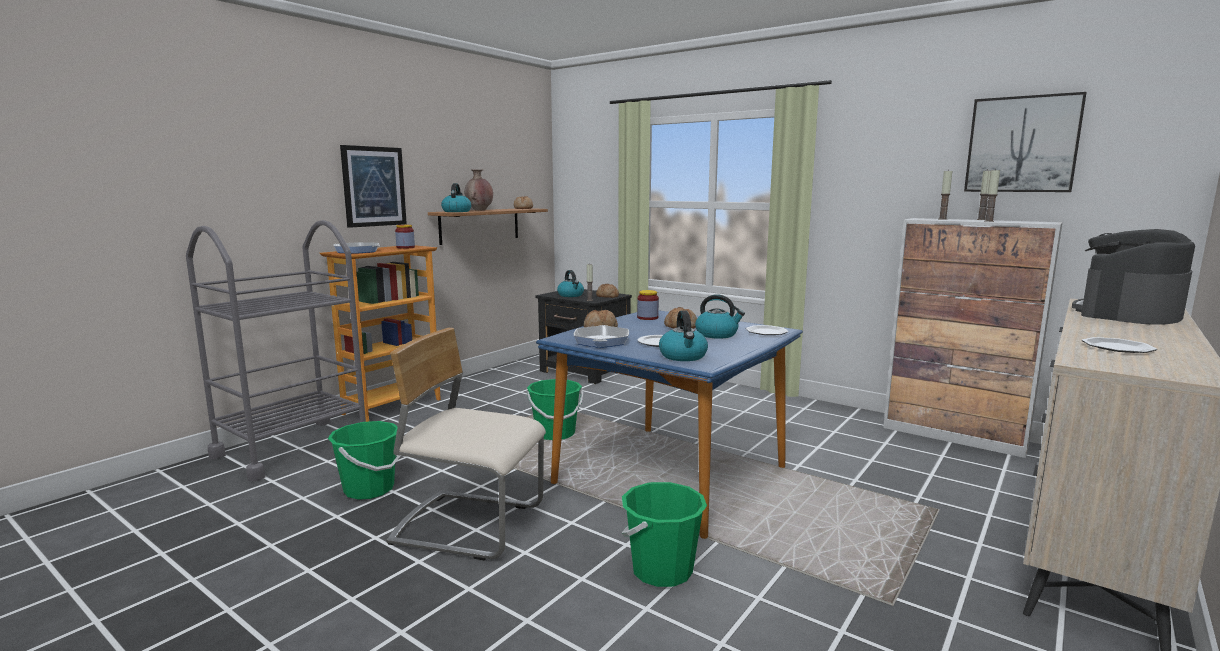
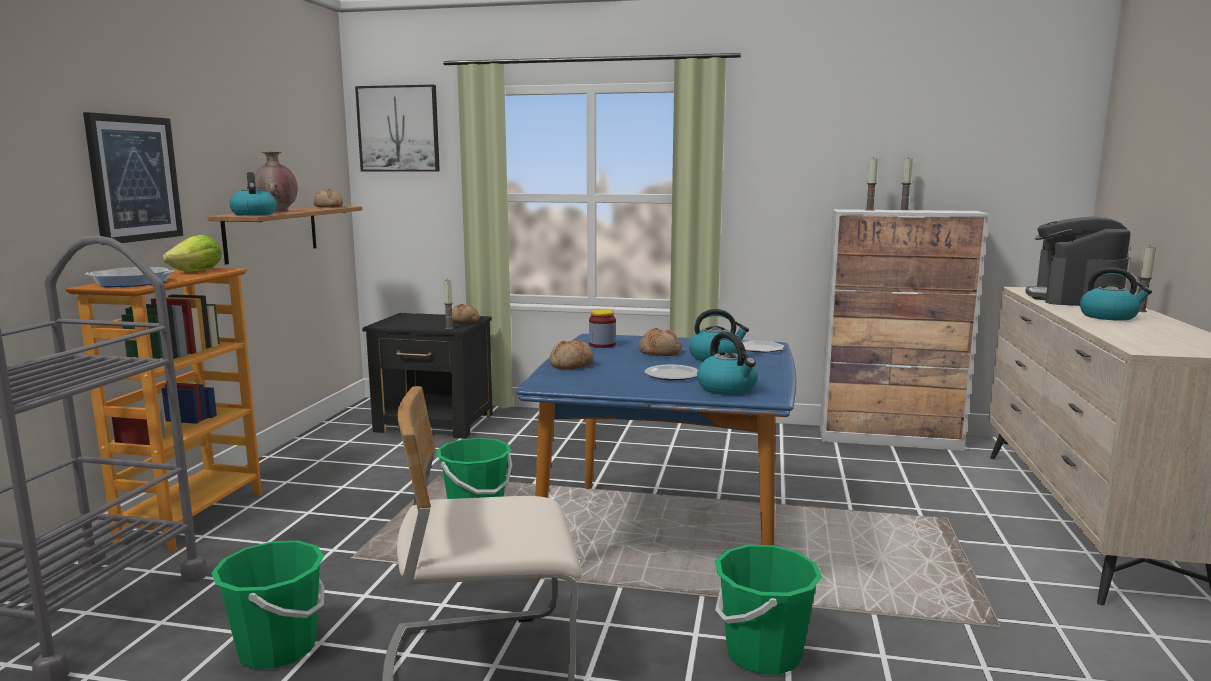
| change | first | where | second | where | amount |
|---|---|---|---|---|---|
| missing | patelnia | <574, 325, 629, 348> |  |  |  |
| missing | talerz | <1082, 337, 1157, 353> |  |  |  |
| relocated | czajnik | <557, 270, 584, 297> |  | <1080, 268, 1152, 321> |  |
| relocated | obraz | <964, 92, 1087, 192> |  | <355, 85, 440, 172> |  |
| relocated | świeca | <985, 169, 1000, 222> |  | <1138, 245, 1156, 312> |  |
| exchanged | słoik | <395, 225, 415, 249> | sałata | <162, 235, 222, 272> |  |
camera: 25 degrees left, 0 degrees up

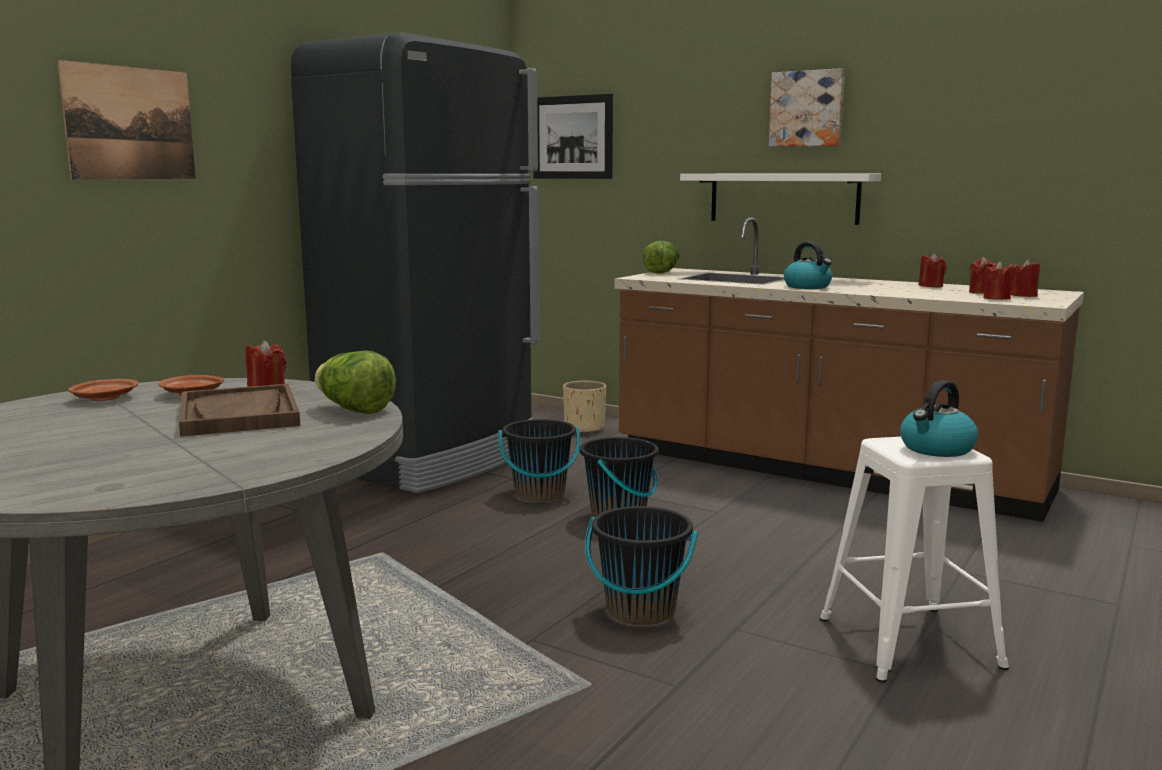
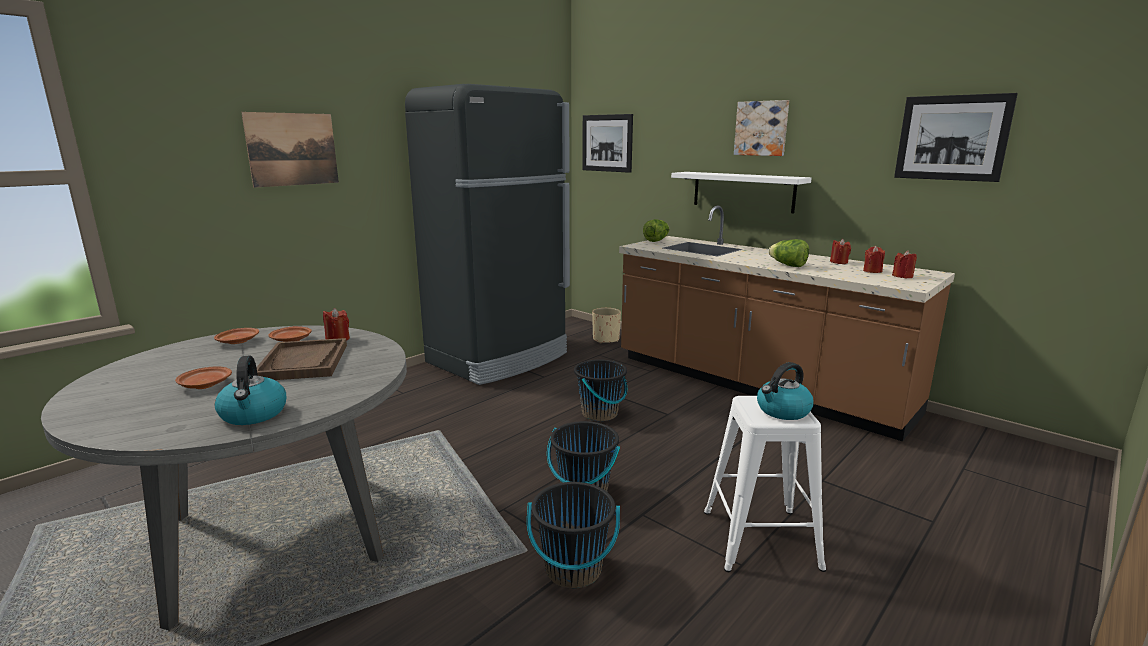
| change | first | where | second | where | amount |
|---|---|---|---|---|---|
| missing | świeca (czerwony) | <983, 261, 1013, 300> |  |  |  |
| appeared |  |  | talerz (brązowy) | <175, 366, 232, 389> |  |
| appeared |  |  | obraz | <894, 93, 1018, 182> |  |
| relocated | sałata | <315, 351, 396, 414> |  | <769, 239, 809, 267> |  |
| relocated | wiadro (czarny) | <498, 419, 580, 501> |  | <527, 482, 620, 588> |  |
| relocated | czajnik | <784, 242, 832, 289> |  | <215, 355, 286, 425> |  |
camera: 10 degrees right, 5 degrees up

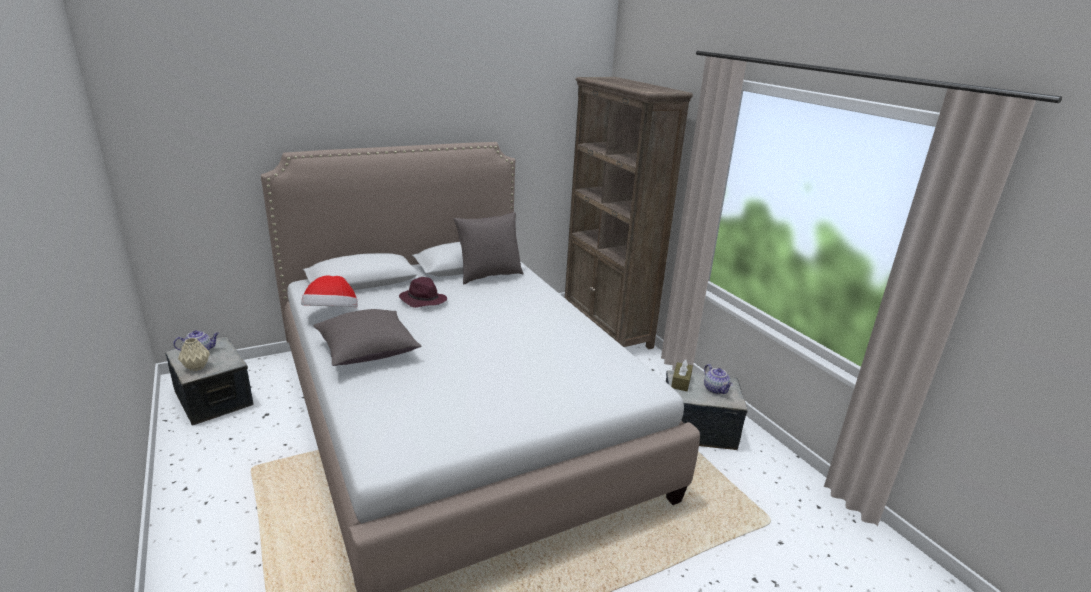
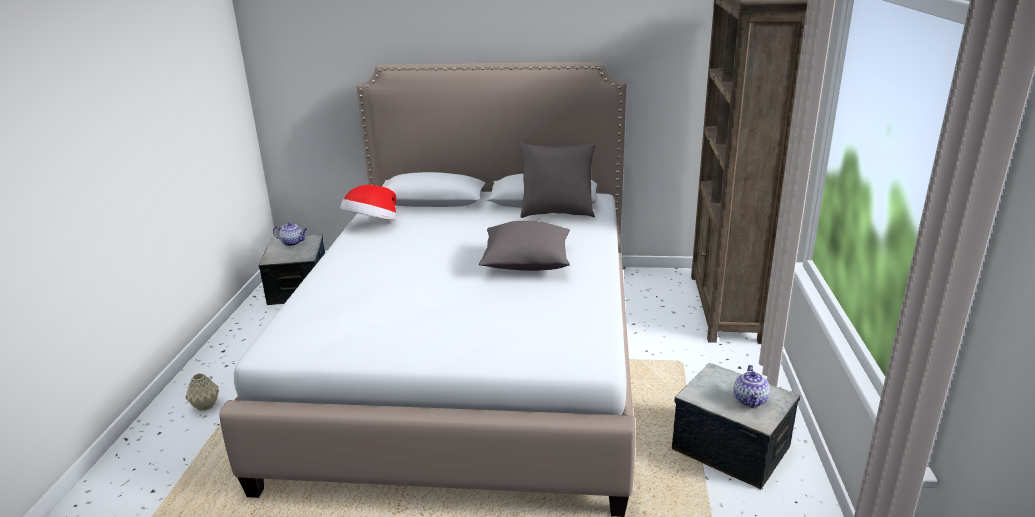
| change | first | where | second | where | amount |
|---|---|---|---|---|---|
| missing | kapelusz (fioletowy) | <399, 277, 447, 308> |  |  |  |
| missing | pudełko chusteczek (brązowy) | <671, 360, 693, 391> |  |  |  |
| relocated | wazon (beżowy) | <178, 338, 210, 371> |  | <185, 373, 219, 411> |  |
| relocated | poduszka (szary) | <313, 309, 421, 366> |  | <479, 221, 570, 271> |  |
camera: 35 degrees right, 0 degrees up

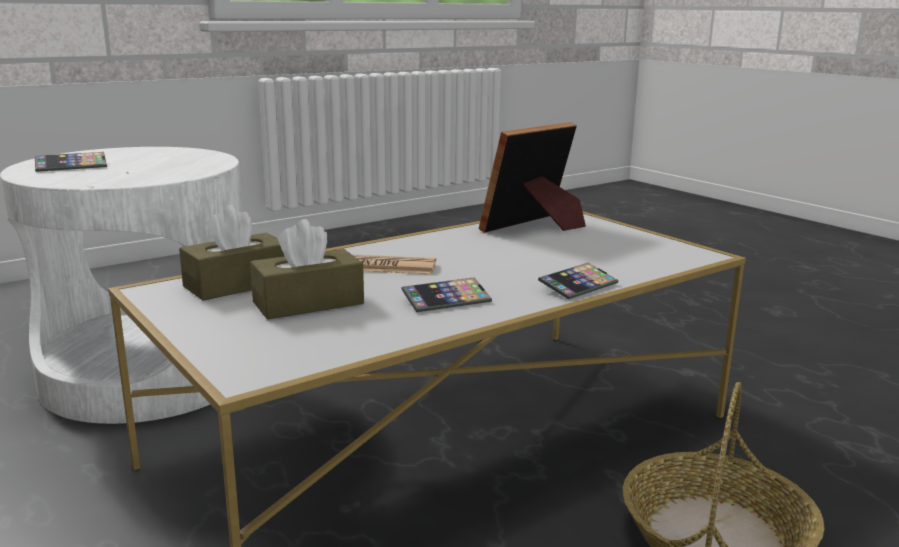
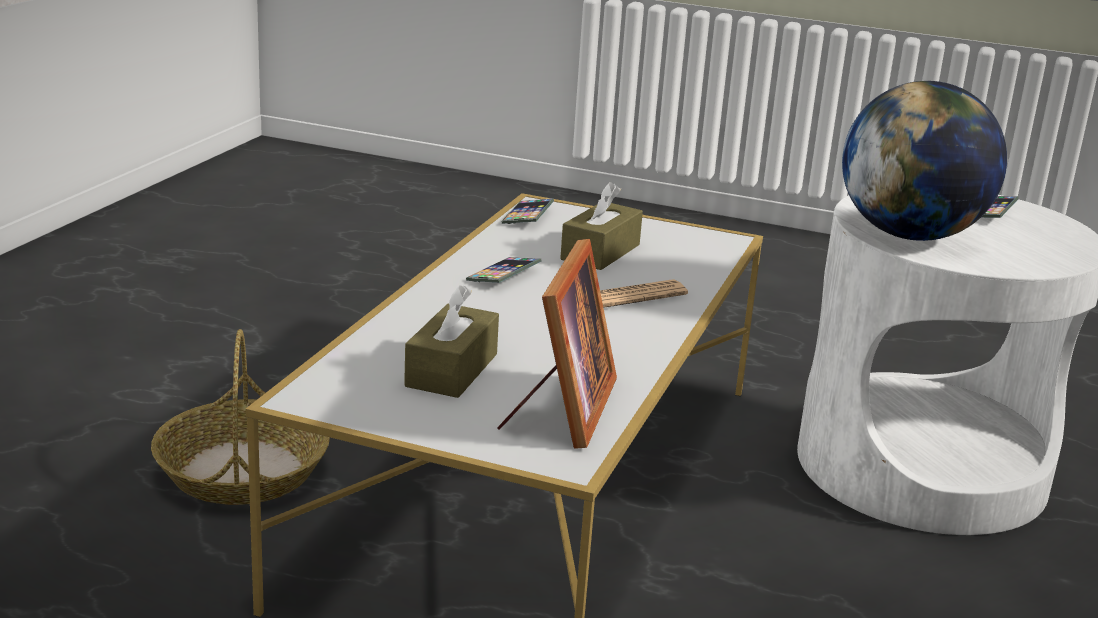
| change | first | where | second | where | amount |
|---|---|---|---|---|---|
| appeared |  |  | globus | <842, 81, 1007, 241> |  |
| relocated | pudełko chusteczek (brązowy) | <179, 205, 284, 301> |  | <404, 285, 499, 398> |  |
| relocated | telefon | <538, 263, 619, 299> |  | <501, 198, 554, 224> |  |
camera: 145 degrees right, 5 degrees up

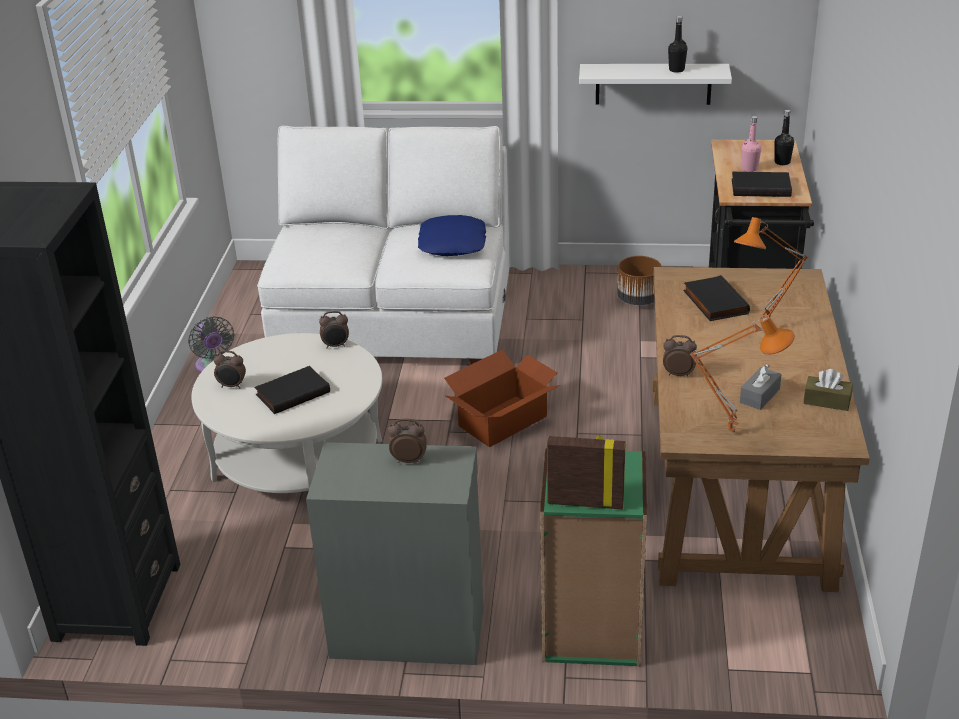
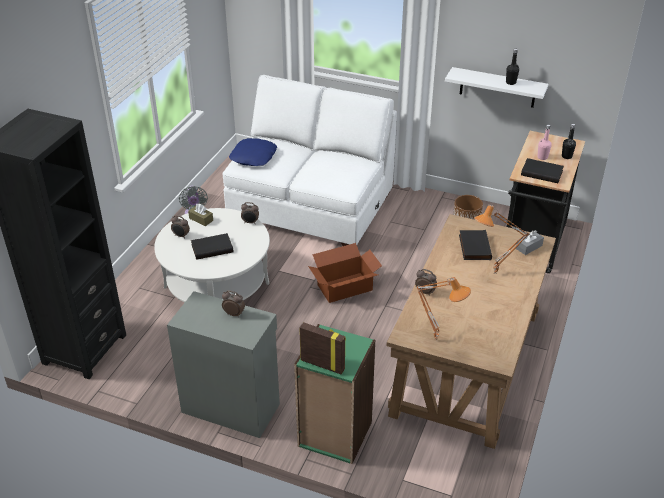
| change | first | where | second | where | amount |
|---|---|---|---|---|---|
| relocated | poduszka (niebieski) | <418, 215, 486, 256> |  | <229, 138, 277, 166> |  |
| relocated | pudełko chusteczek (szary) | <740, 364, 782, 410> |  | <516, 230, 544, 255> |  |
| relocated | pudełko chusteczek (brązowy) | <803, 369, 853, 411> |  | <188, 204, 213, 226> |  |
camera: 15 degrees right, 5 degrees up

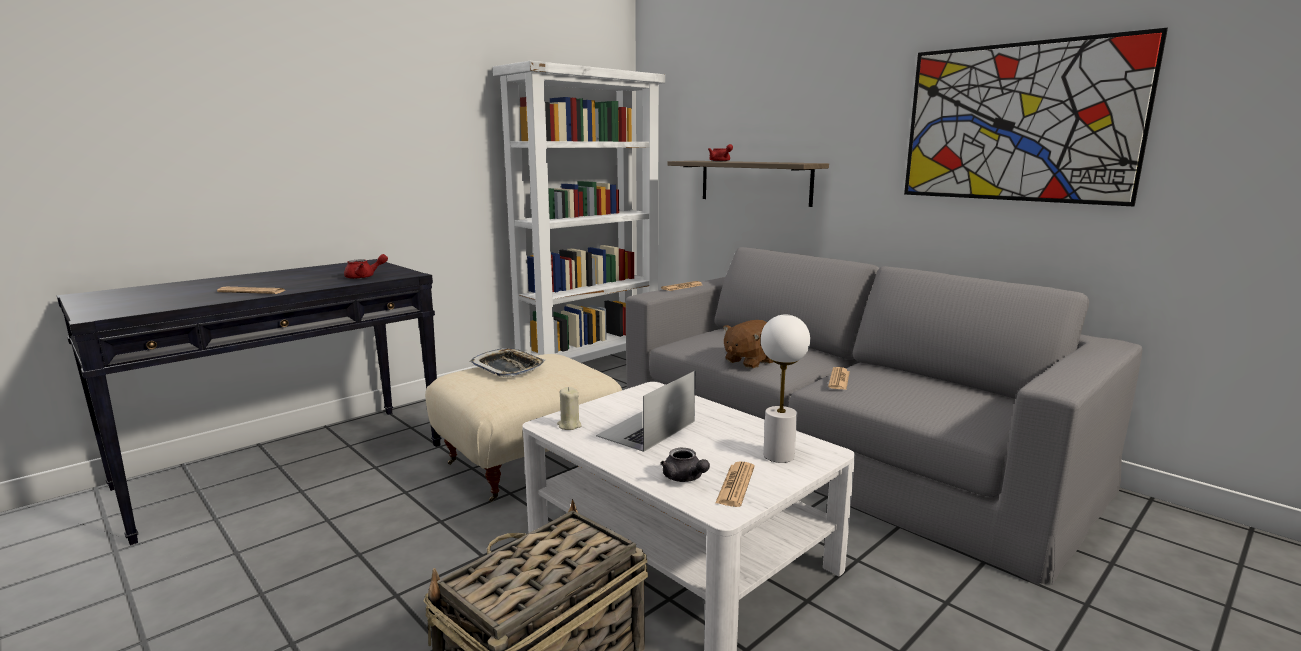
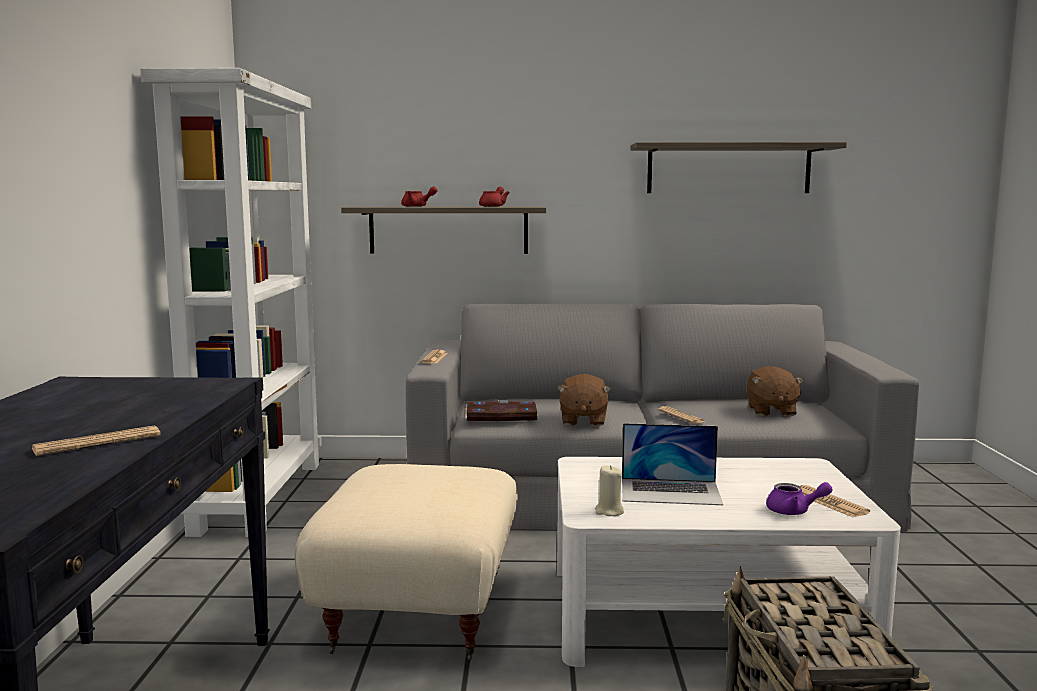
| change | first | where | second | where | amount |
|---|---|---|---|---|---|
| missing | taca | <470, 348, 545, 377> |  |  |  |
| missing | lampa stołowa (biały) | <761, 314, 810, 463> |  |  |  |
| appeared |  |  | książka | <465, 400, 538, 421> |  |
| appeared |  |  | pluszak (brązowy) | <747, 366, 804, 416> |  |
| relocated | imbryk (czerwony) | <344, 254, 388, 279> |  | <479, 187, 510, 207> |  |
| exchanged | obraz | <904, 28, 1168, 207> | półka | <631, 142, 847, 193> |  |
| colour | imbryk (szary) | <661, 448, 710, 482> | imbryk (fioletowy) | <766, 482, 833, 515> |  |
| spun | laptop | <596, 371, 695, 452> |  | <622, 423, 723, 505> | 75 degrees counterclockwise |
camera: 45 degrees left, 5 degrees down

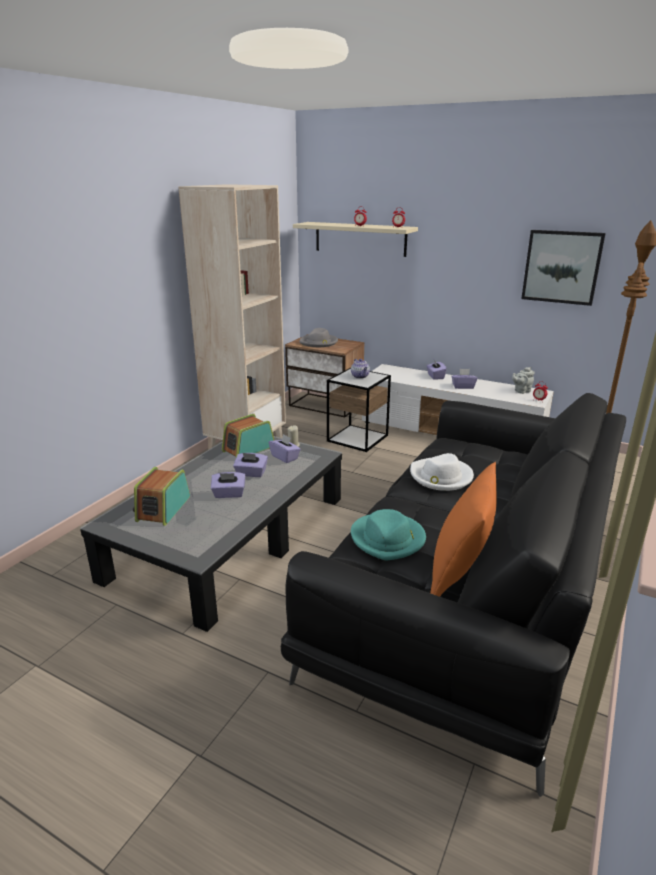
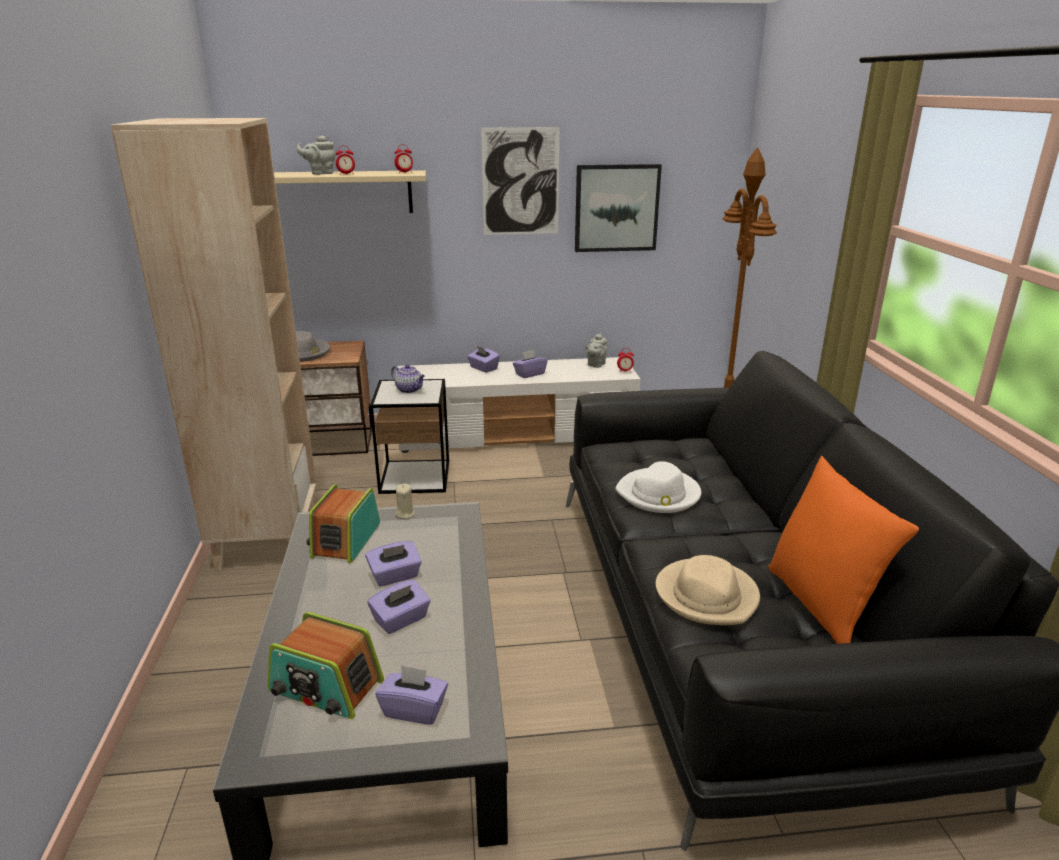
| change | first | where | second | where | amount |
|---|---|---|---|---|---|
| appeared |  |  | imbryk (szary) | <296, 135, 335, 175> |  |
| appeared |  |  | obraz | <481, 127, 559, 235> |  |
| relocated | pudełko chusteczek (fioletowy) | <269, 434, 301, 463> |  | <376, 665, 448, 725> |  |
| colour | kapelusz (turkusowy) | <351, 509, 426, 561> | kapelusz (beżowy) | <656, 555, 760, 625> |  |
| spun | radio | <133, 467, 190, 526> |  | <268, 612, 384, 719> | 45 degrees counterclockwise |
camera: 35 degrees left, 0 degrees up

